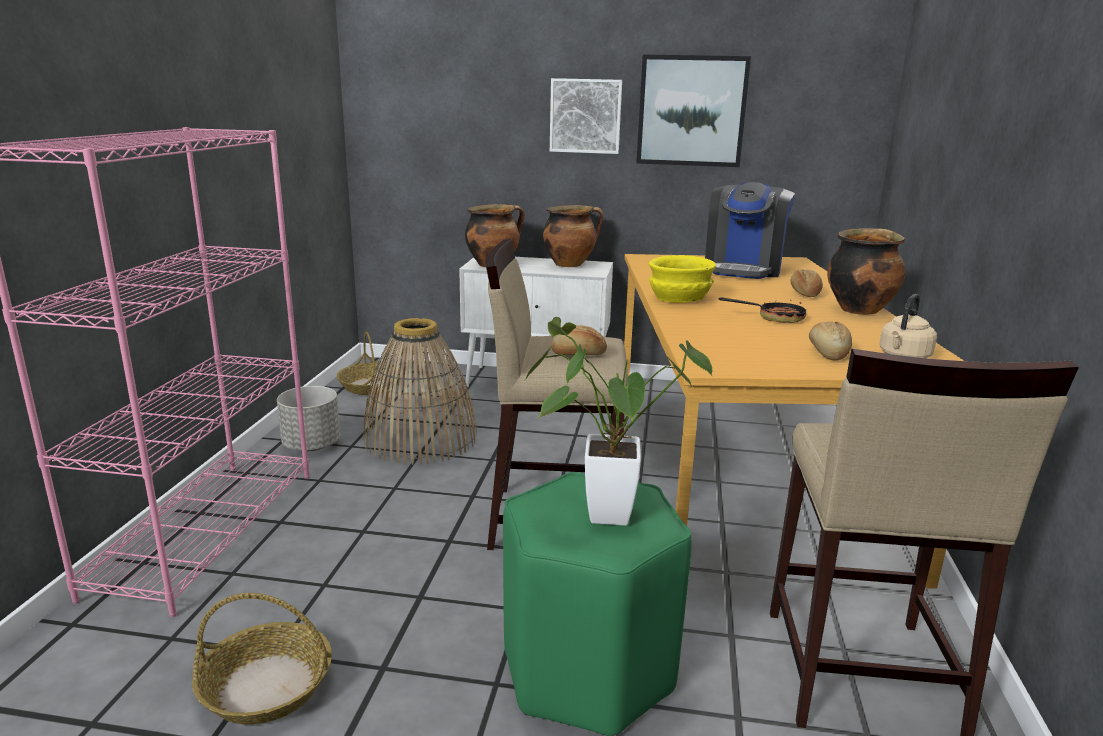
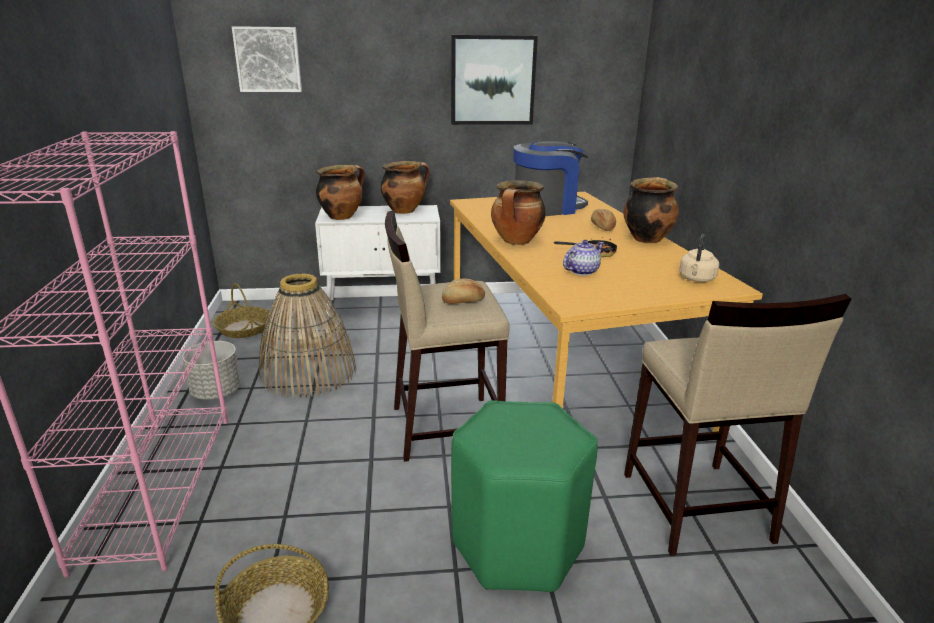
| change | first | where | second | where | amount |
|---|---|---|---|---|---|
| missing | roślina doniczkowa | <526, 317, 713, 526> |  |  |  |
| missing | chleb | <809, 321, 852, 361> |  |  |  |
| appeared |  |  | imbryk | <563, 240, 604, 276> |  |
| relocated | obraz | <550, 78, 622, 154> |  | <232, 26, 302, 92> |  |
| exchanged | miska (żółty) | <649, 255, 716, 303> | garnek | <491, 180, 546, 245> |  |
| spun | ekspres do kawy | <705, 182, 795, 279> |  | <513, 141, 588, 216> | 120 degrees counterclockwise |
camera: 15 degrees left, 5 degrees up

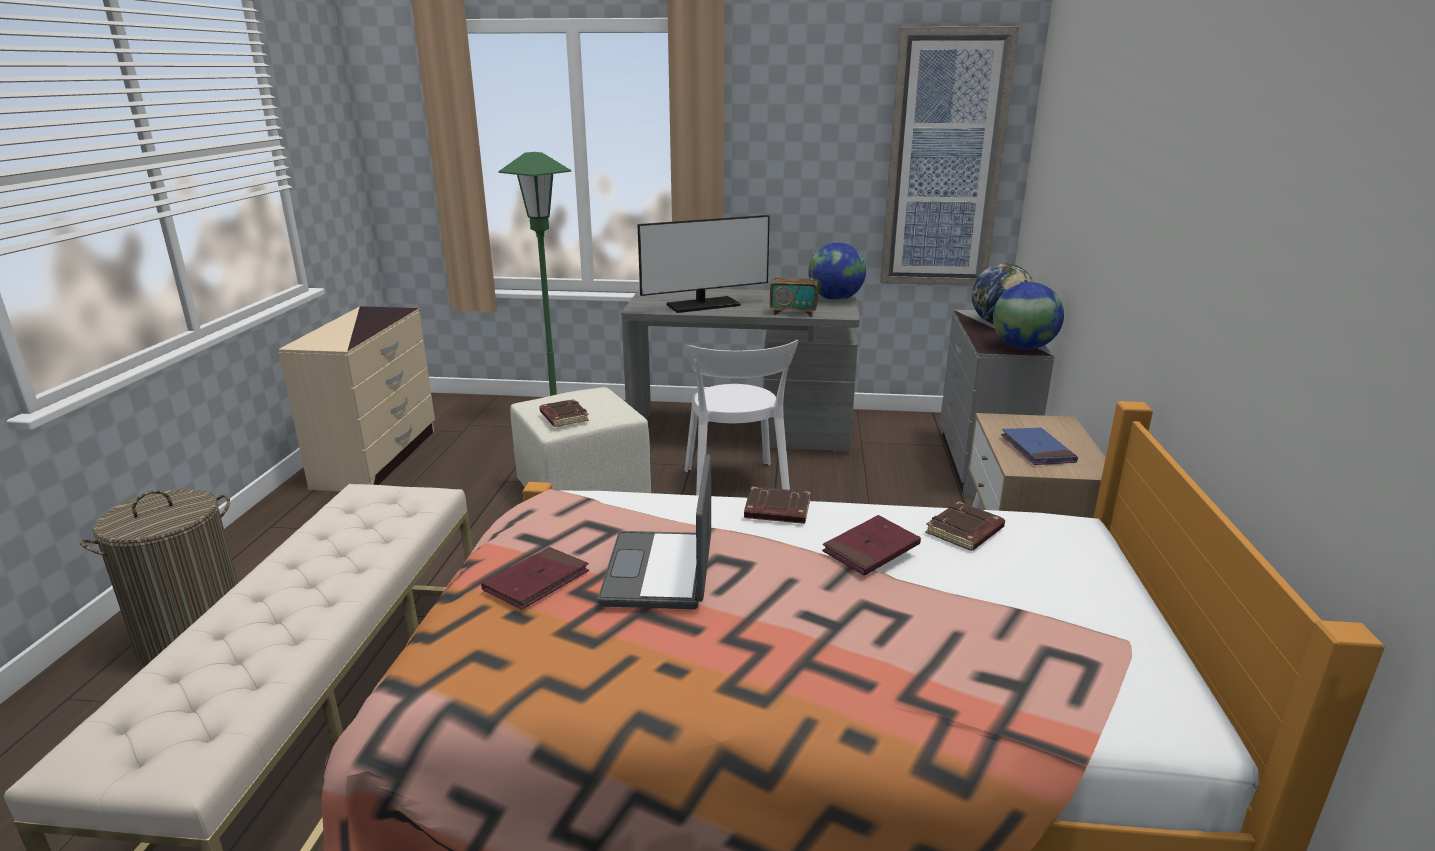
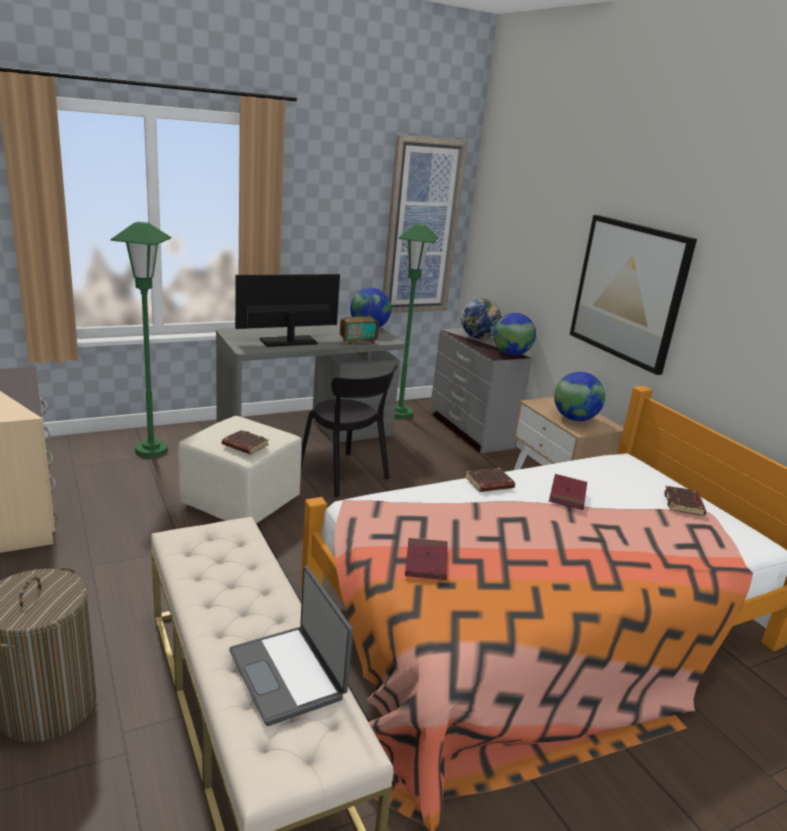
| change | first | where | second | where | amount |
|---|---|---|---|---|---|
| appeared |  |  | lampa stojąca (zielony) | <395, 224, 438, 419> |  |
| appeared |  |  | obraz | <570, 215, 697, 375> |  |
| relocated | laptop | <597, 454, 711, 609> |  | <229, 566, 353, 726> |  |
| relocated | książka (brązowy) | <925, 501, 1005, 551> |  | <664, 486, 706, 516> |  |
| exchanged | książka (niebieski) | <1001, 427, 1078, 465> | globus | <554, 372, 605, 421> |  |
| colour | krzesło (biały) | <685, 340, 799, 496> | krzesło (czarny) | <301, 364, 398, 498> |  |
| spun | monitor | <637, 215, 770, 313> |  | <235, 274, 340, 347> | 150 degrees counterclockwise |
camera: 35 degrees left, 0 degrees up

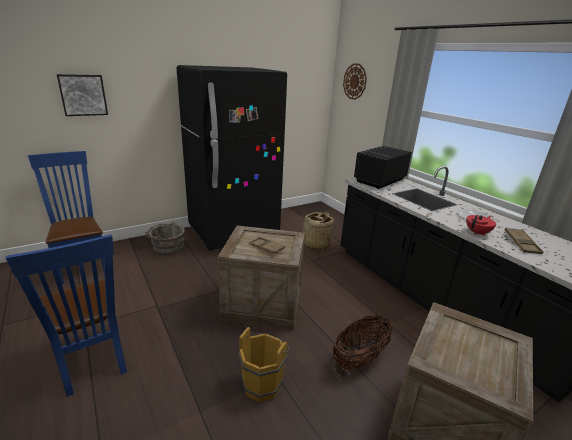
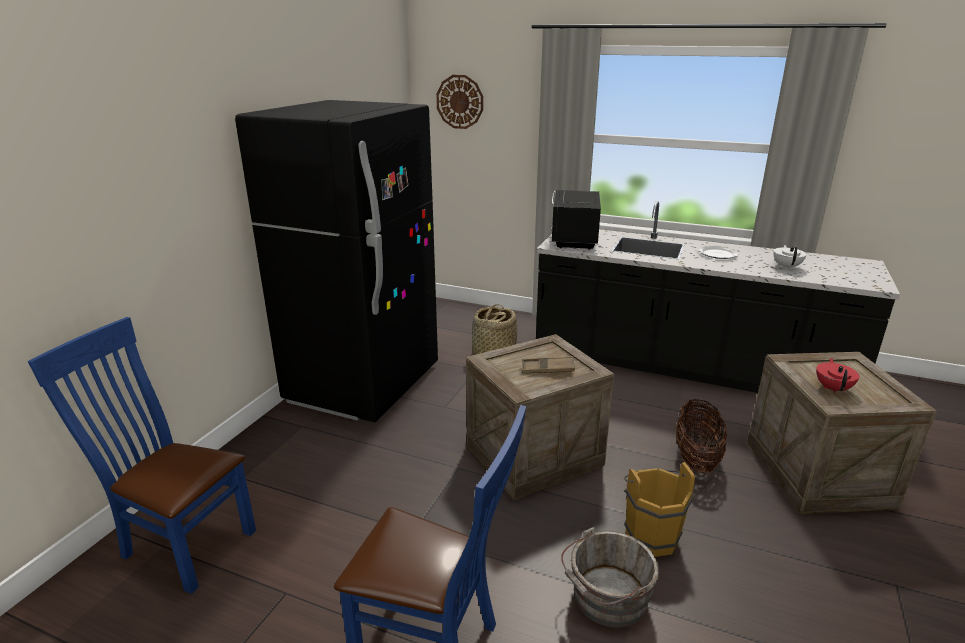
| change | first | where | second | where | amount |
|---|---|---|---|---|---|
| missing | obraz | <57, 74, 108, 116> |  |  |  |
| relocated | wiadro (szary) | <145, 222, 185, 255> |  | <561, 527, 659, 628> |  |
| relocated | imbryk (czerwony) | <466, 215, 496, 236> |  | <816, 358, 860, 393> |  |
| exchanged | taca (brązowy) | <505, 228, 544, 254> | imbryk (biały) | <773, 245, 807, 270> |  |
camera: 35 degrees left, 0 degrees up

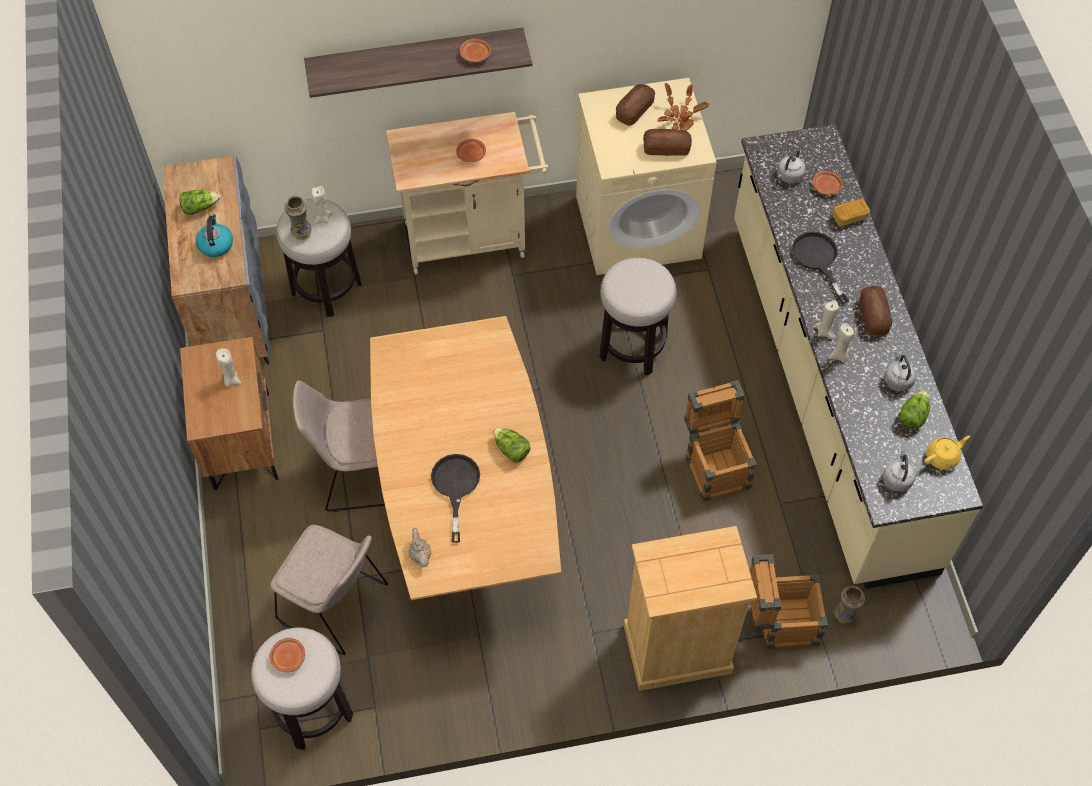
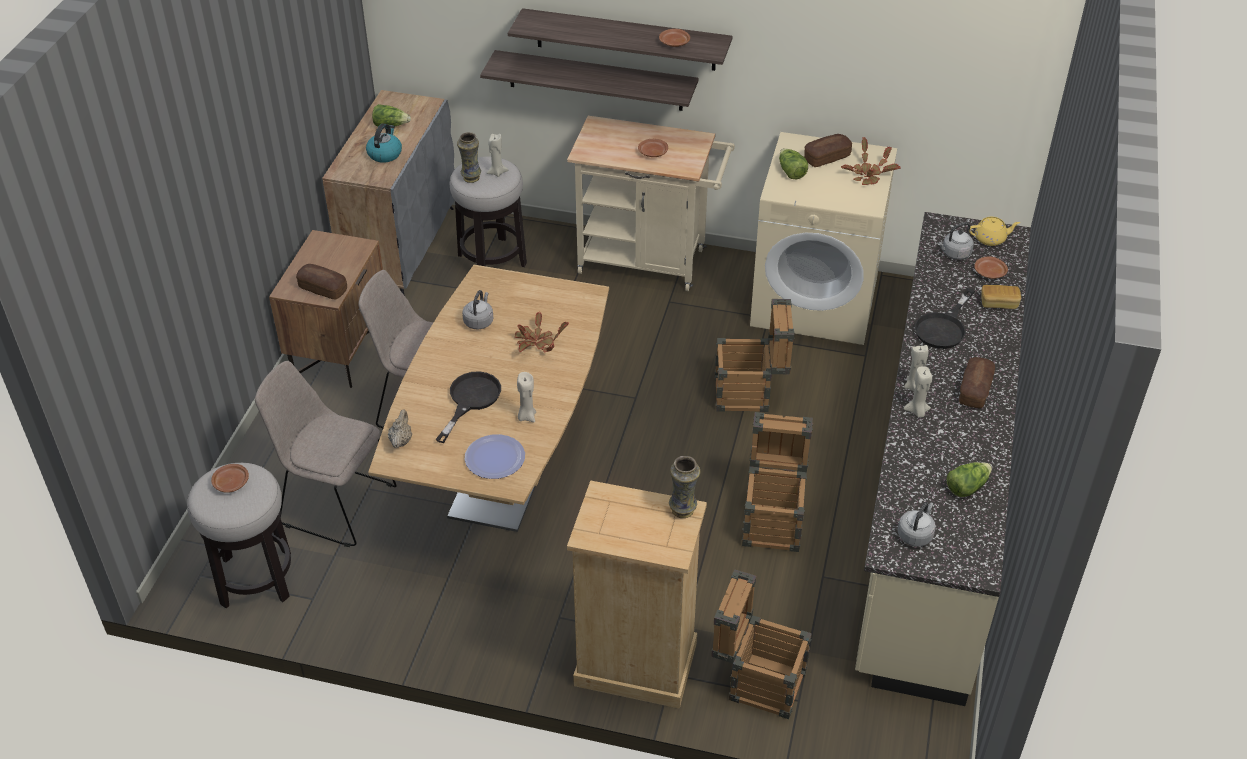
| change | first | where | second | where | amount |
|---|---|---|---|---|---|
| appeared |  |  | talerz | <465, 434, 525, 479> |  |
| appeared |  |  | półka | <480, 50, 699, 111> |  |
| appeared |  |  | roślina doniczkowa | <515, 312, 569, 353> |  |
| relocated | świeca (beżowy) | <216, 348, 241, 387> |  | <517, 372, 536, 422> |  |
| relocated | sałata | <493, 427, 531, 463> |  | <779, 148, 808, 179> |  |
| relocated | chleb | <643, 129, 692, 156> |  | <296, 264, 347, 300> |  |
| relocated | wazon | <834, 586, 865, 624> |  | <669, 456, 700, 518> |  |
| relocated | czajnik (szary) | <884, 351, 916, 392> |  | <462, 290, 493, 329> |  |
| relocated | imbryk (żółty) | <924, 436, 970, 470> |  | <969, 217, 1020, 246> |  |
| exchanged | stołek | <599, 257, 677, 376> | skrzynka | <714, 299, 795, 412> |  |
| spun | krzesło (beżowy) | <270, 525, 388, 655> |  | <255, 361, 396, 547> | 150 degrees clockwise |
| spun | patelnia (czarny) | <792, 231, 849, 304> |  | <915, 288, 975, 349> | 150 degrees counterclockwise |
camera: 25 degrees right, 15 degrees down

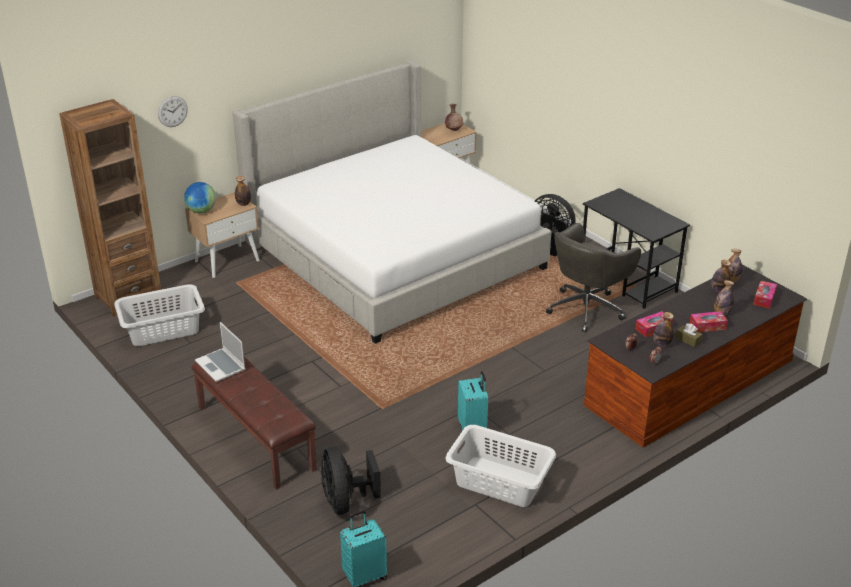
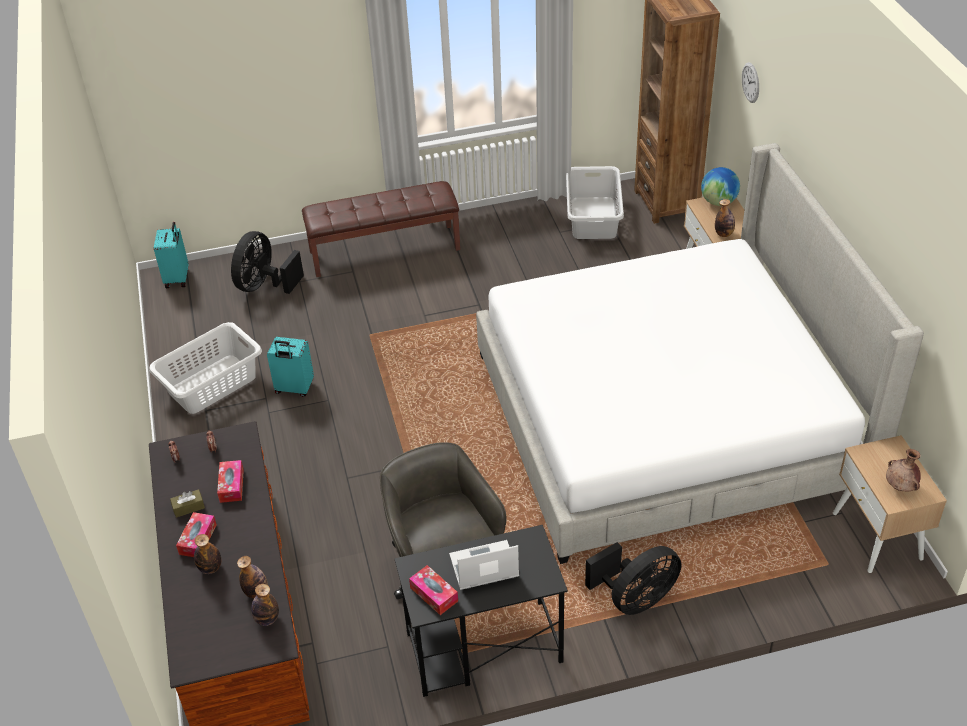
| change | first | where | second | where | amount |
|---|---|---|---|---|---|
| missing | butelka | <653, 312, 674, 347> |  |  |  |
| relocated | laptop | <195, 322, 246, 382> |  | <449, 540, 519, 590> |  |
| relocated | pudełko chusteczek | <753, 281, 777, 309> |  | <409, 565, 458, 615> |  |
| spun | wentylator (czarny) | <321, 446, 381, 515> |  | <231, 231, 304, 294> | 75 degrees counterclockwise |
camera: 115 degrees right, 10 degrees up

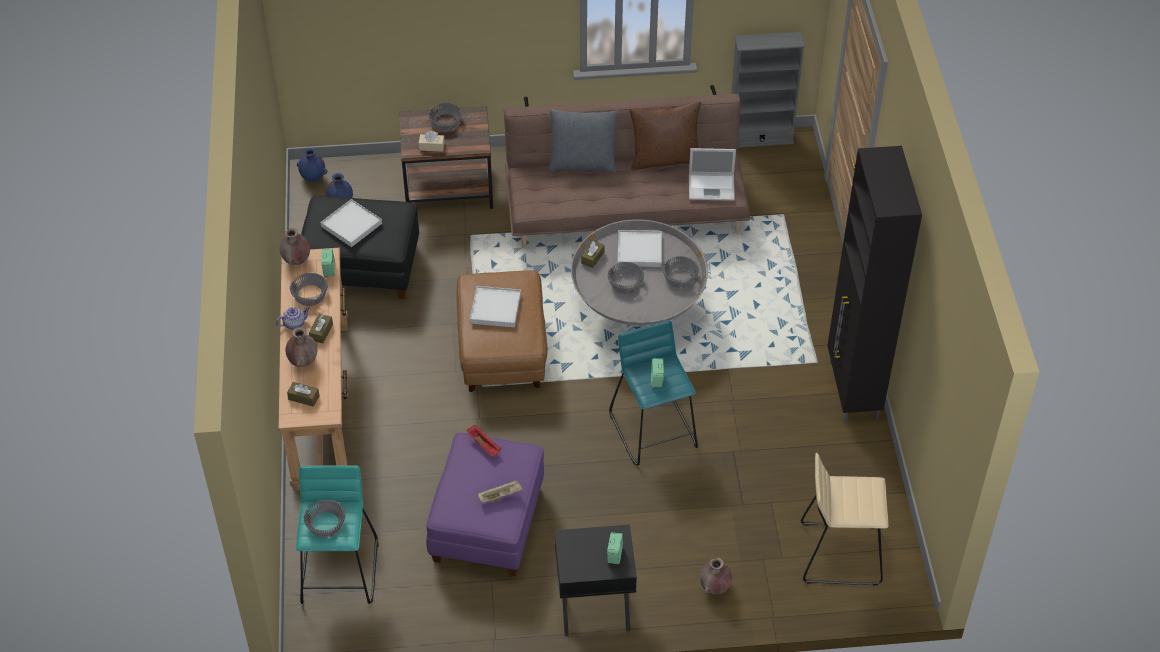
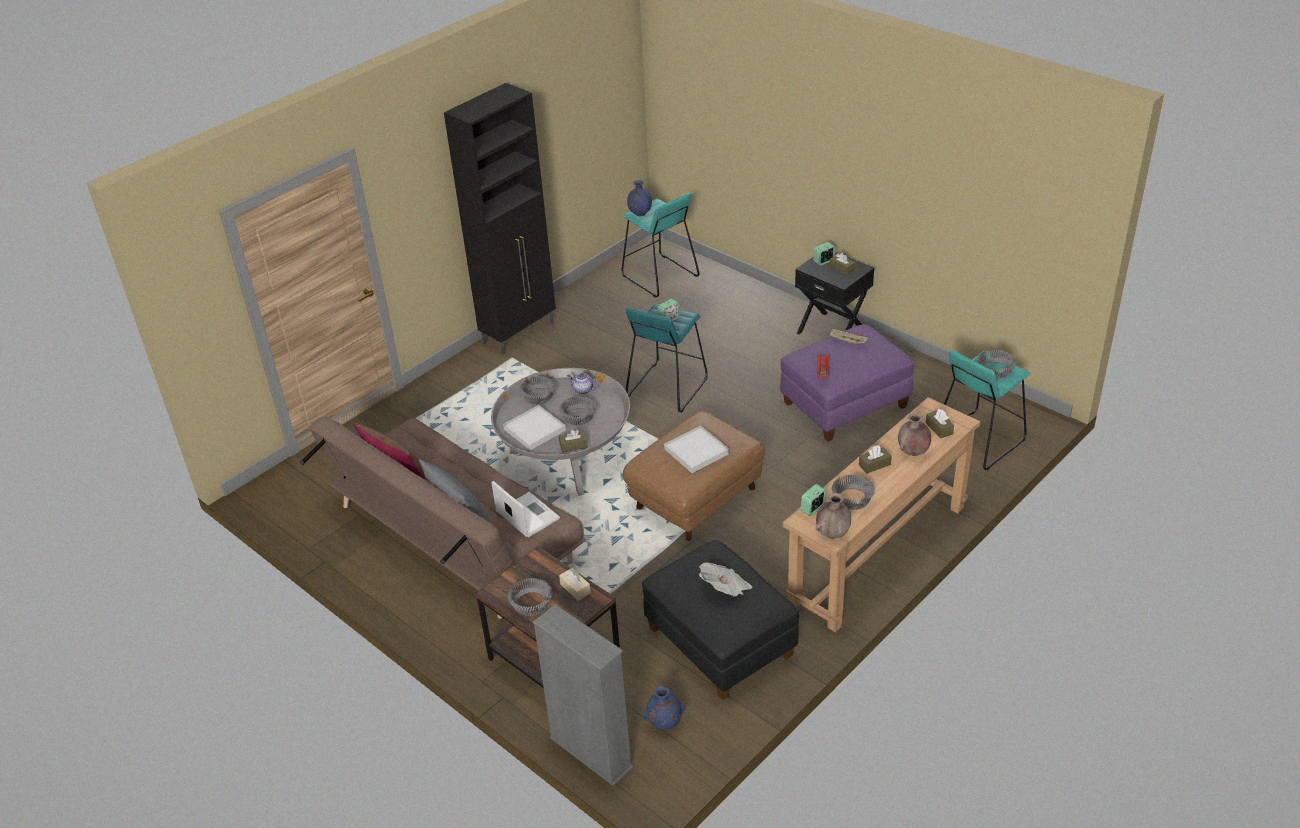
| change | first | where | second | where | amount |
|---|---|---|---|---|---|
| missing | wazon (brązowy) | <700, 558, 732, 595> |  |  |  |
| appeared |  |  | pudełko chusteczek (brązowy) | <830, 253, 855, 276> |  |
| relocated | imbryk | <276, 307, 310, 330> |  | <566, 373, 598, 394> |  |
| relocated | wazon (niebieski) | <297, 148, 327, 182> |  | <627, 180, 652, 216> |  |
| relocated | laptop | <689, 148, 736, 201> |  | <491, 481, 560, 538> |  |
| relocated | regał (szary) | <731, 32, 805, 148> |  | <533, 604, 634, 786> |  |
| exchanged | taca (biały) | <321, 199, 382, 247> | gazeta | <699, 562, 753, 597> |  |
| colour | stołek (beżowy) | <801, 453, 888, 586> | stołek (turkusowy) | <622, 193, 699, 298> |  |
camera: 130 degrees left, 10 degrees down

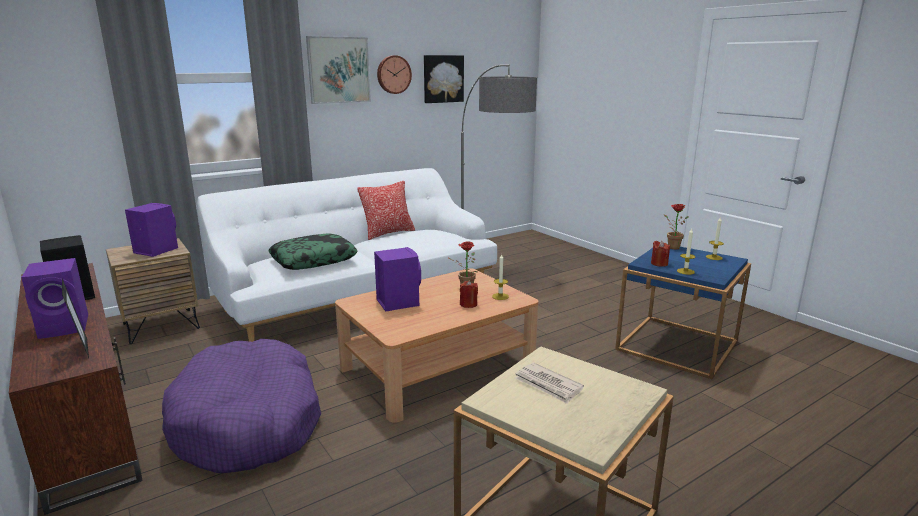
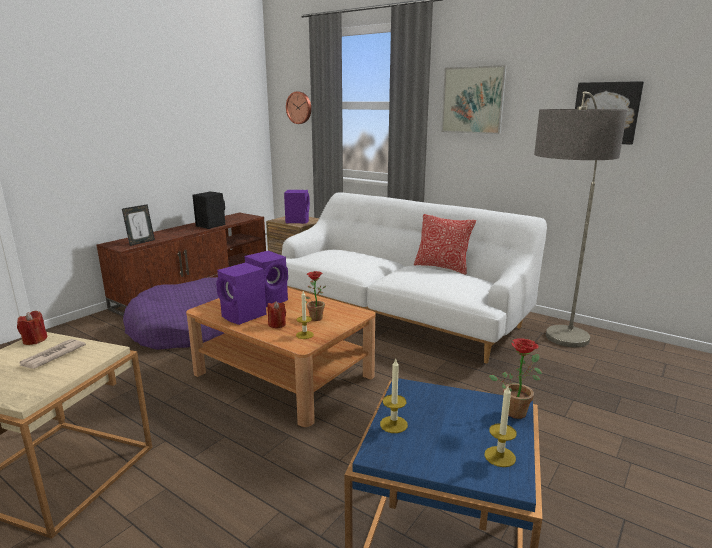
| change | first | where | second | where | amount |
|---|---|---|---|---|---|
| missing | poduszka | <268, 234, 357, 270> |  |  |  |
| relocated | głośnik (fioletowy) | <21, 258, 88, 339> |  | <216, 263, 266, 325> |  |
| relocated | zegar ścienny | <377, 55, 412, 94> |  | <286, 92, 311, 124> |  |
| relocated | świeca (czerwony) | <651, 241, 670, 267> |  | <17, 311, 48, 345> |  |
camera: 70 degrees right, 0 degrees up

